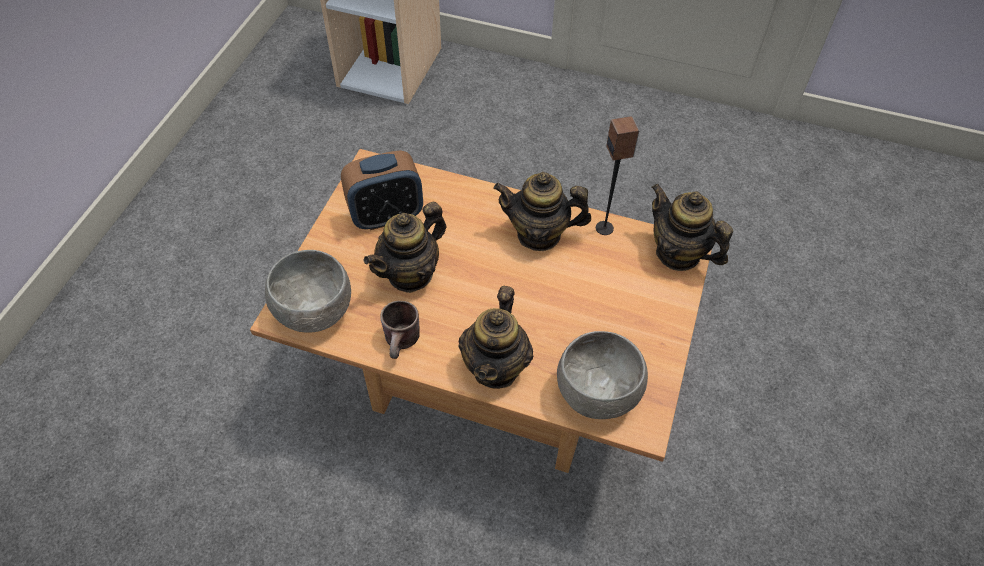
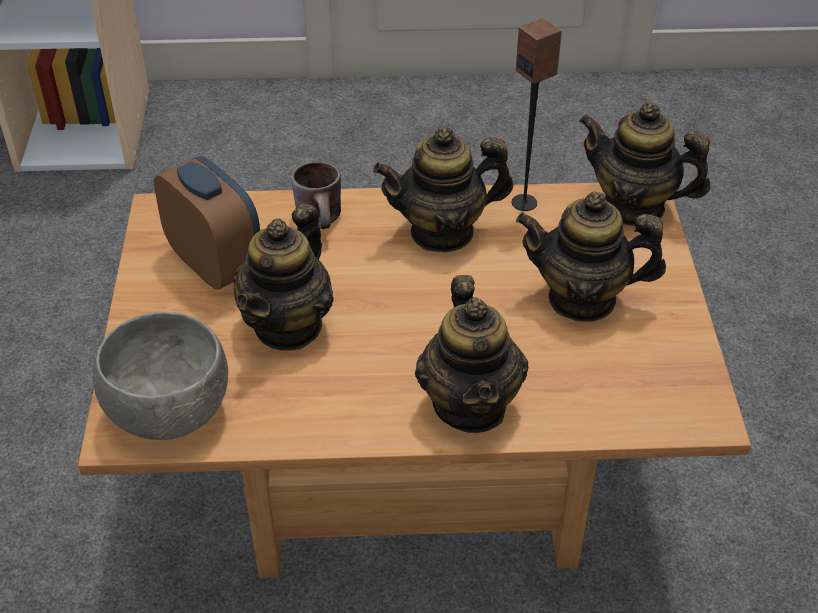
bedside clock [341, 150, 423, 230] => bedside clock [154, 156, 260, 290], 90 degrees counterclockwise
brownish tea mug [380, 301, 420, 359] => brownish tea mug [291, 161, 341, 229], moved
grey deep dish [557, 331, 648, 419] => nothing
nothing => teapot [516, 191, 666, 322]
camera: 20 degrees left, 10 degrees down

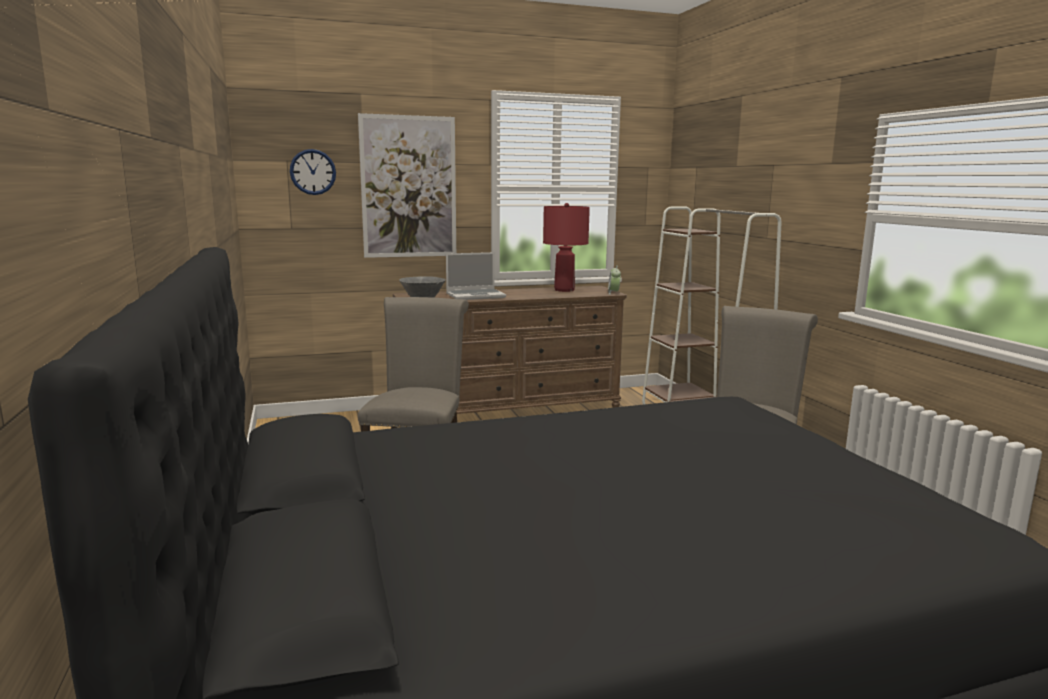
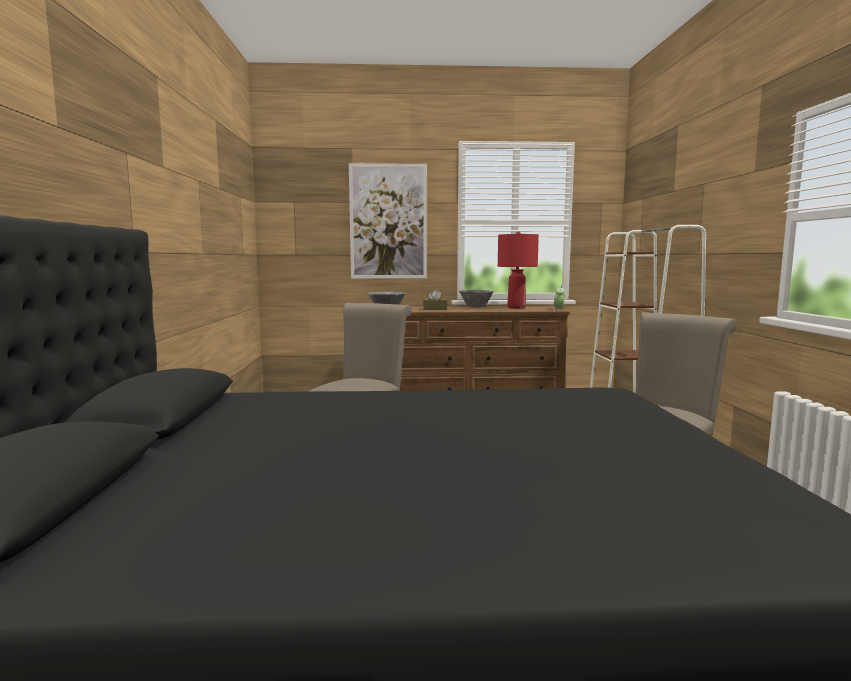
wall clock [290, 149, 336, 195] => nothing
laptop [446, 252, 506, 300] => brownish tissue holder [423, 290, 447, 310]
nothing => grey deep dish [459, 290, 494, 308]
camera: 15 degrees right, 5 degrees down

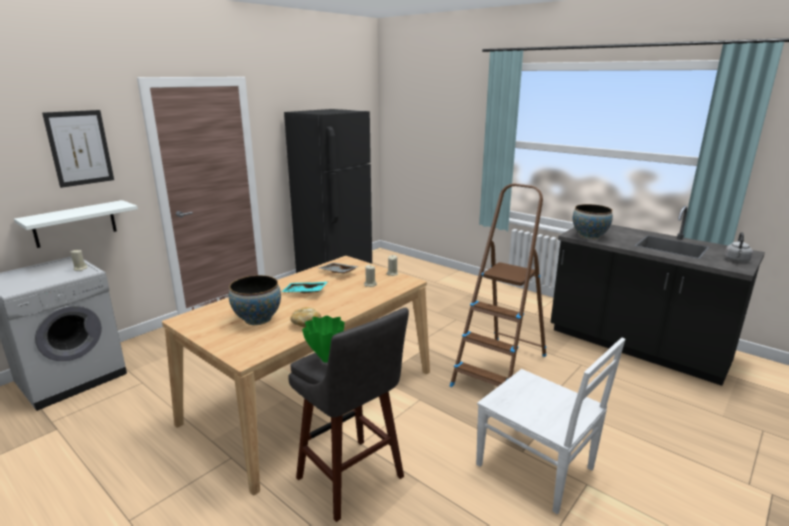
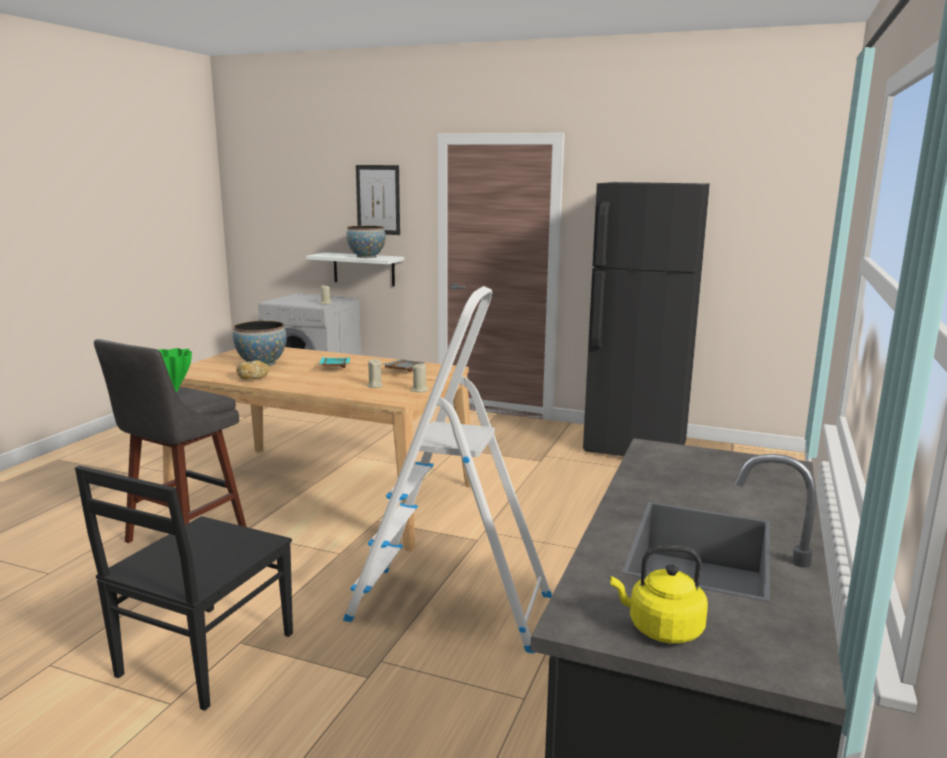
brownish stepladder [450, 184, 546, 387] => white-coloured stepladder [343, 286, 552, 653]
white-coloured upright chair [476, 338, 625, 514] => blackish upright chair [75, 466, 293, 711]
deep dish [573, 204, 613, 239] => deep dish [346, 226, 386, 258], moved
grey tea kettle [724, 232, 753, 262] => yellowish tea kettle [610, 545, 708, 644]
camera: 70 degrees right, 5 degrees down

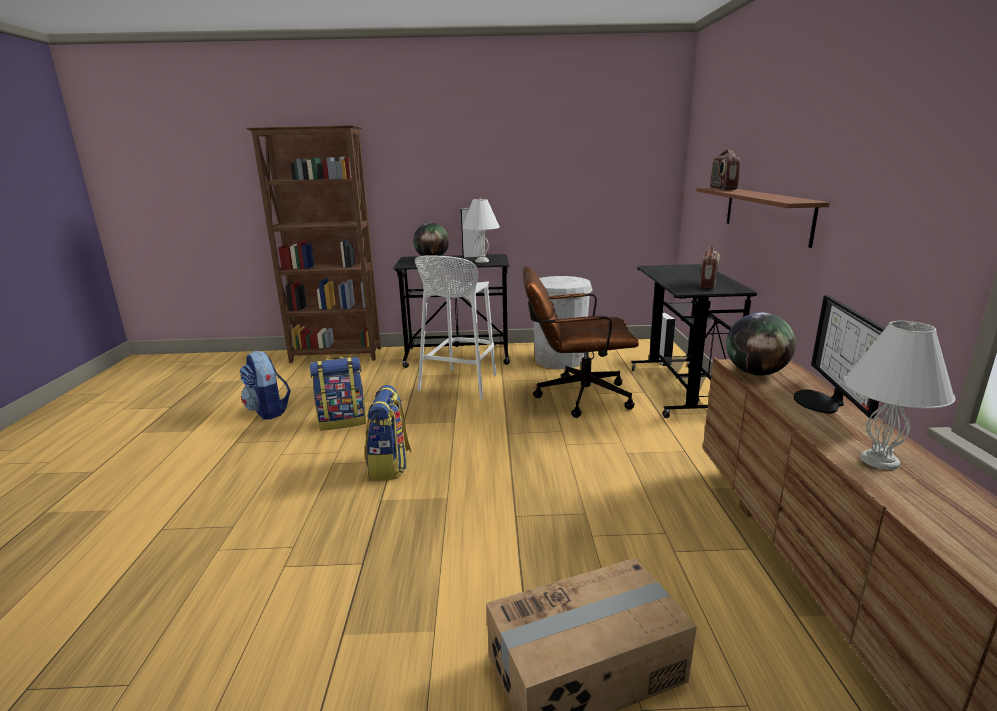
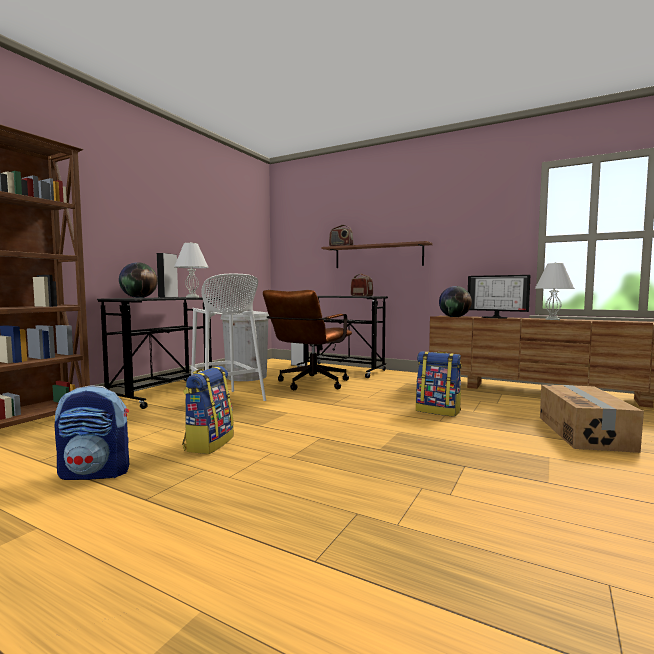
rucksack [365, 385, 411, 480] => rucksack [416, 351, 462, 417], moved
camera: 60 degrees left, 15 degrees down

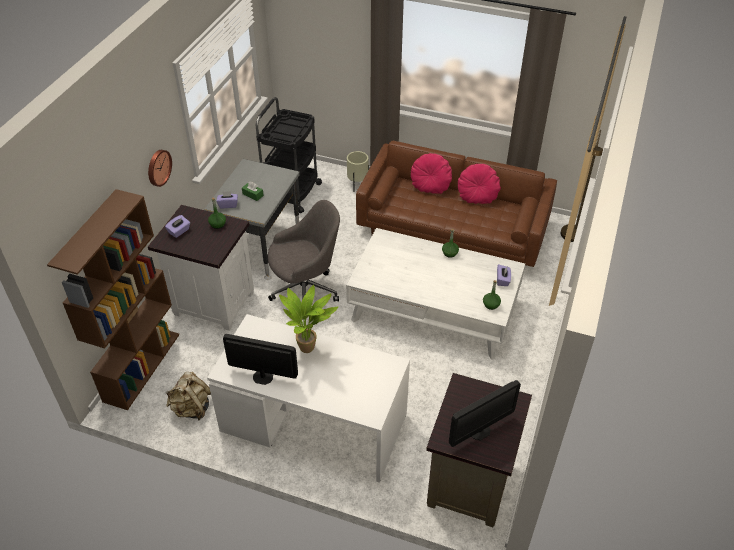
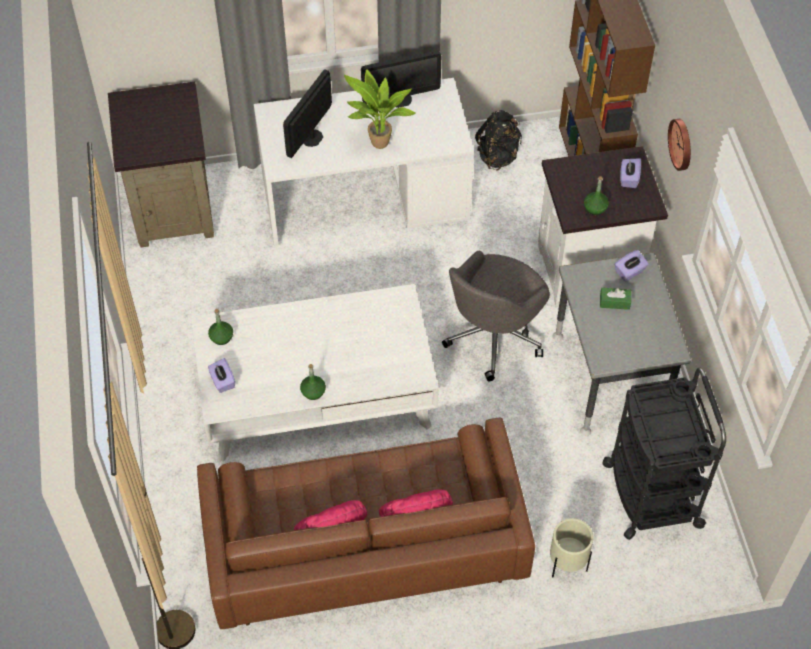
beige-coloured rucksack [166, 372, 211, 420] => blackish rucksack [475, 110, 522, 171]
computer screen [449, 380, 521, 447] => computer screen [283, 69, 332, 158], moved
camera: 150 degrees right, 10 degrees up

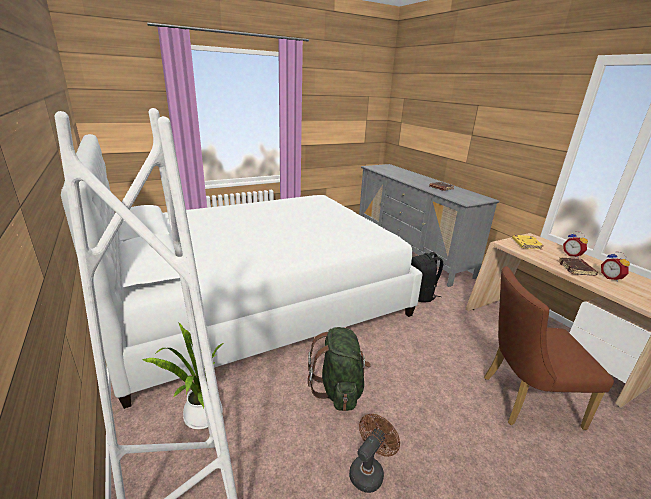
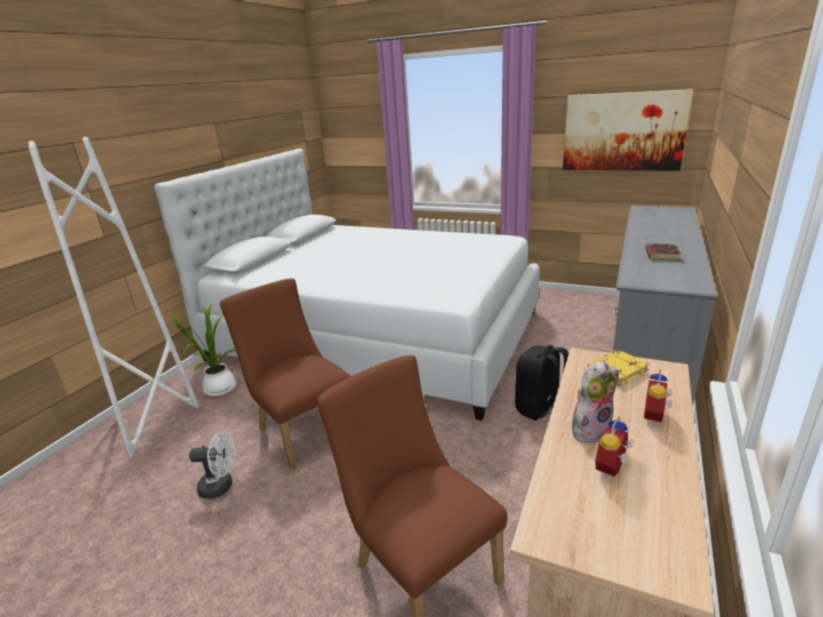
greenish rucksack [308, 327, 371, 411] => brownish upright chair [220, 278, 351, 470]
brownish fan [349, 414, 400, 493] => white-coloured fan [189, 431, 235, 499]
brownish volume [558, 257, 598, 276] => plush toy [572, 360, 619, 443]
nothing => picture [563, 89, 693, 171]
camera: 55 degrees right, 0 degrees up

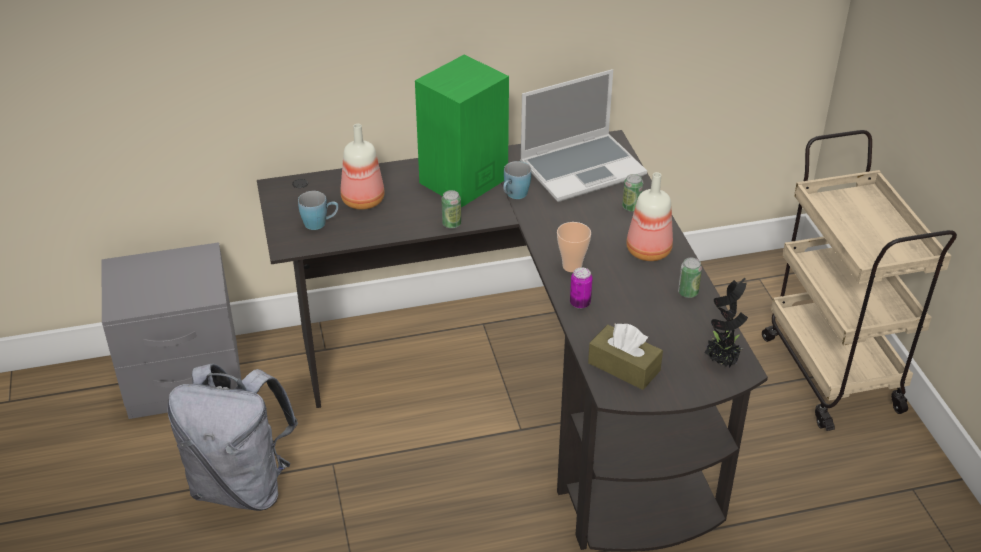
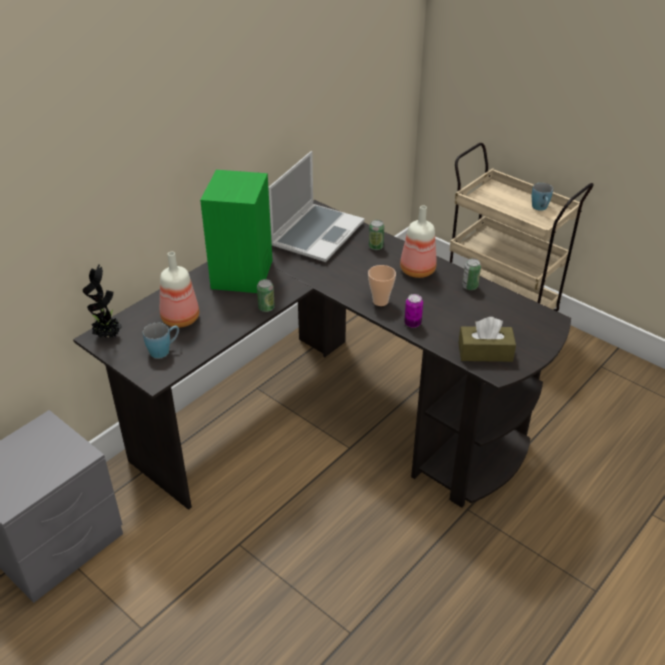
grey rucksack [167, 363, 298, 511] => nothing
bluish tea mug [503, 161, 531, 199] => bluish tea mug [532, 183, 553, 211], moved
houseplant [704, 278, 748, 368] => houseplant [83, 264, 120, 338], moved
camera: 35 degrees left, 0 degrees up

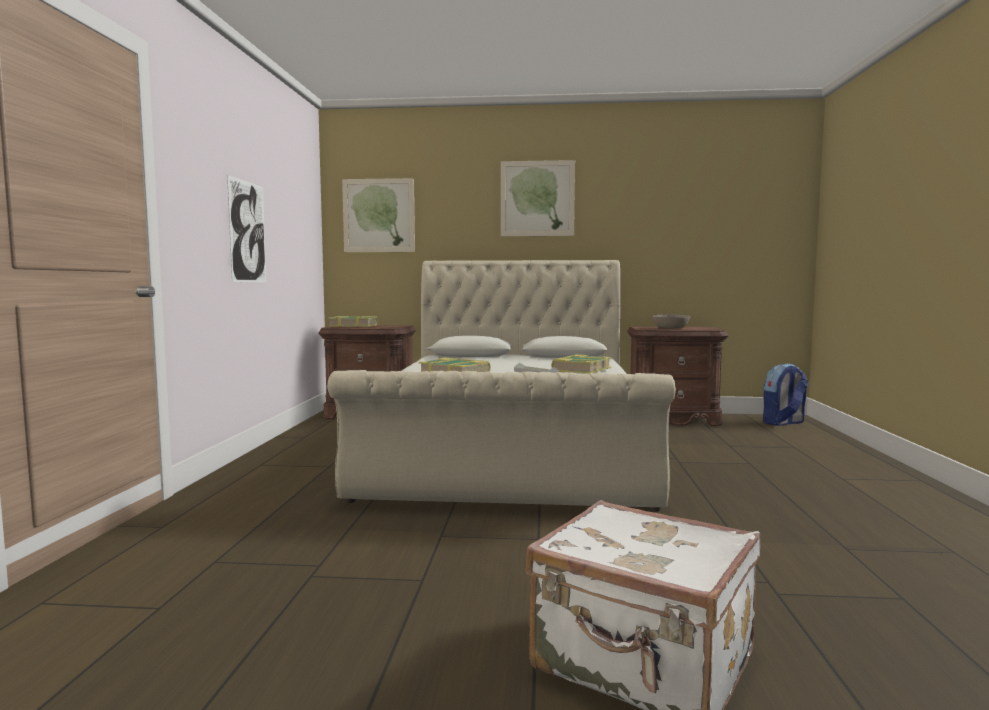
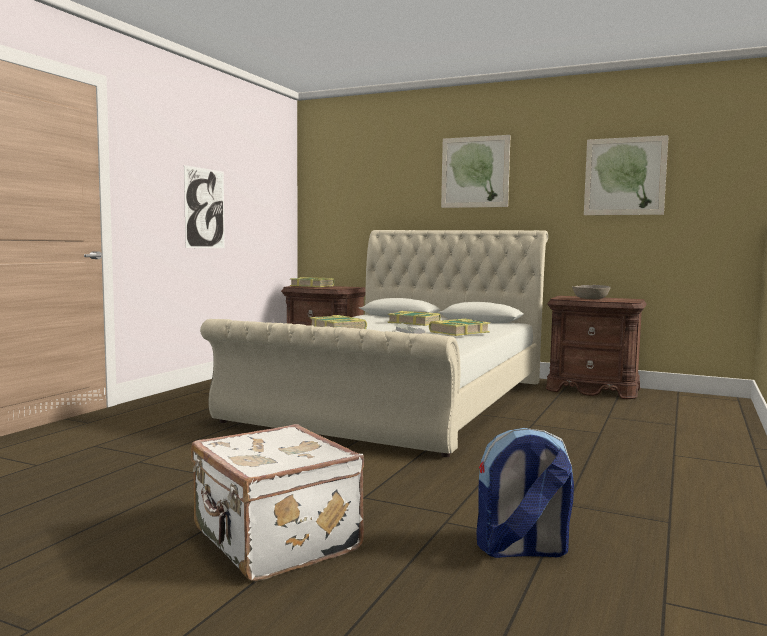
picture [342, 178, 415, 252] => picture [584, 135, 669, 215], moved
rucksack [763, 364, 808, 426] => rucksack [476, 428, 574, 558], moved
nothing => volume [388, 311, 441, 326]
camera: 20 degrees right, 0 degrees up

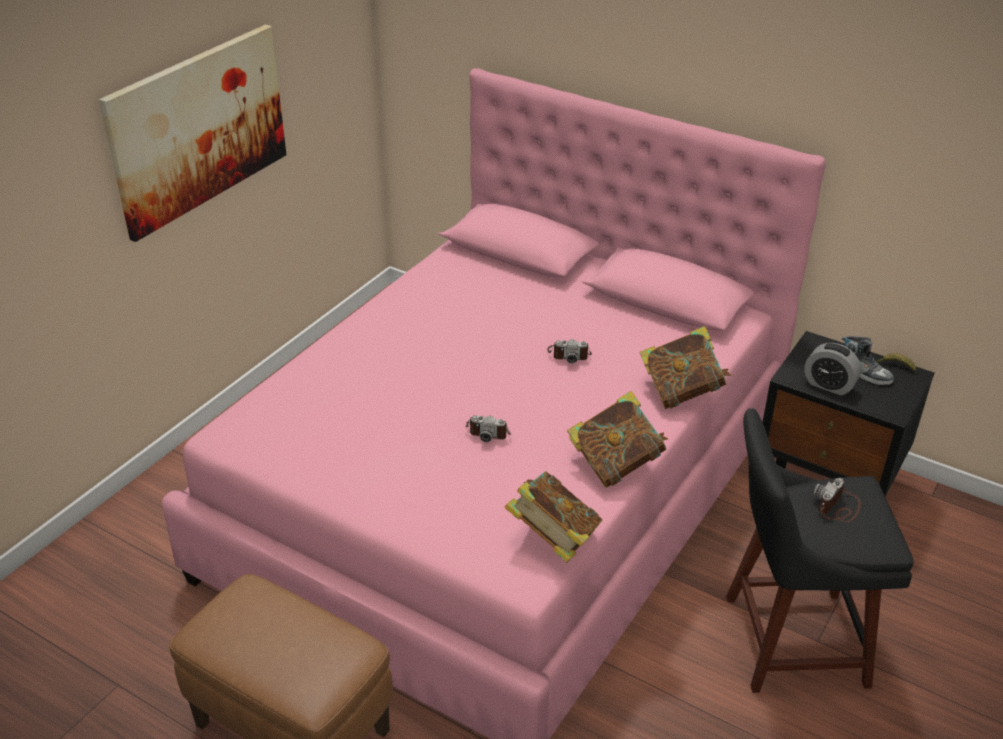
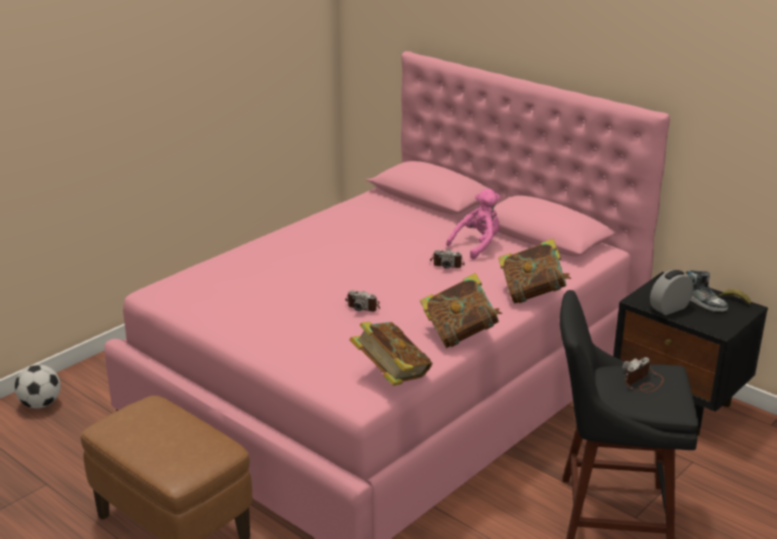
picture [99, 24, 286, 242] => nothing
bedside clock [804, 343, 861, 395] => bedside clock [650, 270, 694, 315], 105 degrees clockwise
nothing => football ball [15, 365, 61, 408]
nothing => pink plush toy [446, 188, 500, 259]
camera: 10 degrees right, 10 degrees down

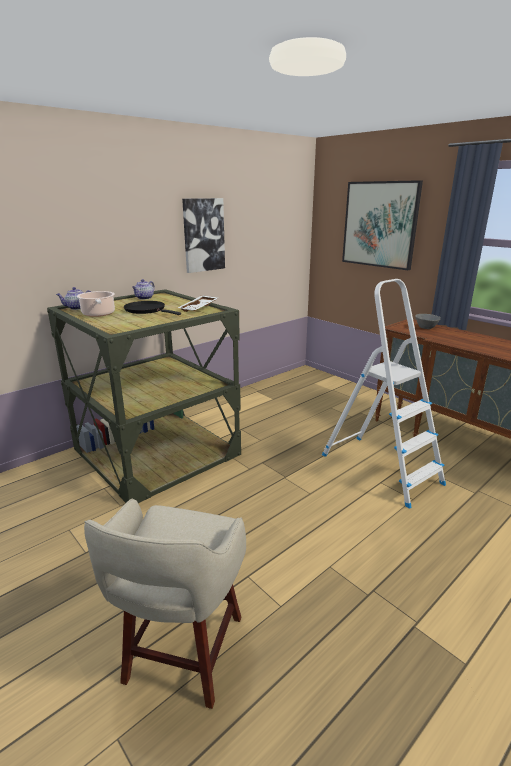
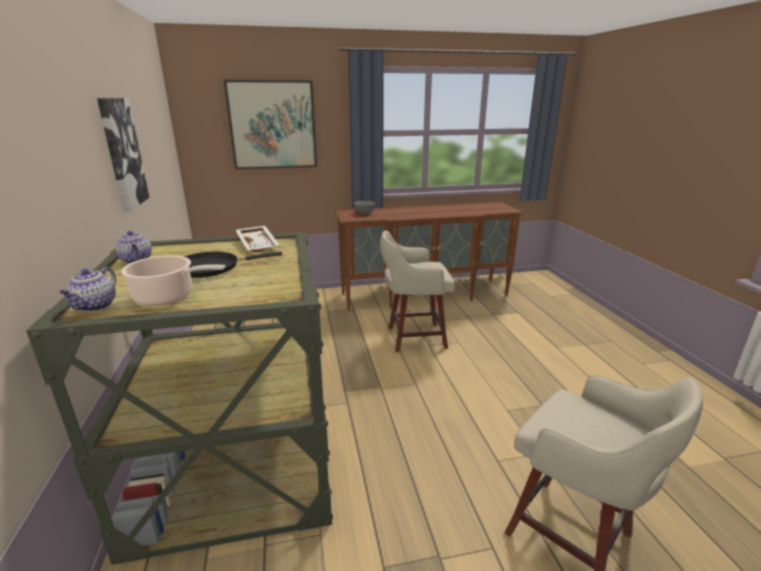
white-coloured stepladder [322, 279, 446, 509] => beige-coloured stool [380, 230, 455, 352]
camera: 60 degrees left, 0 degrees up

